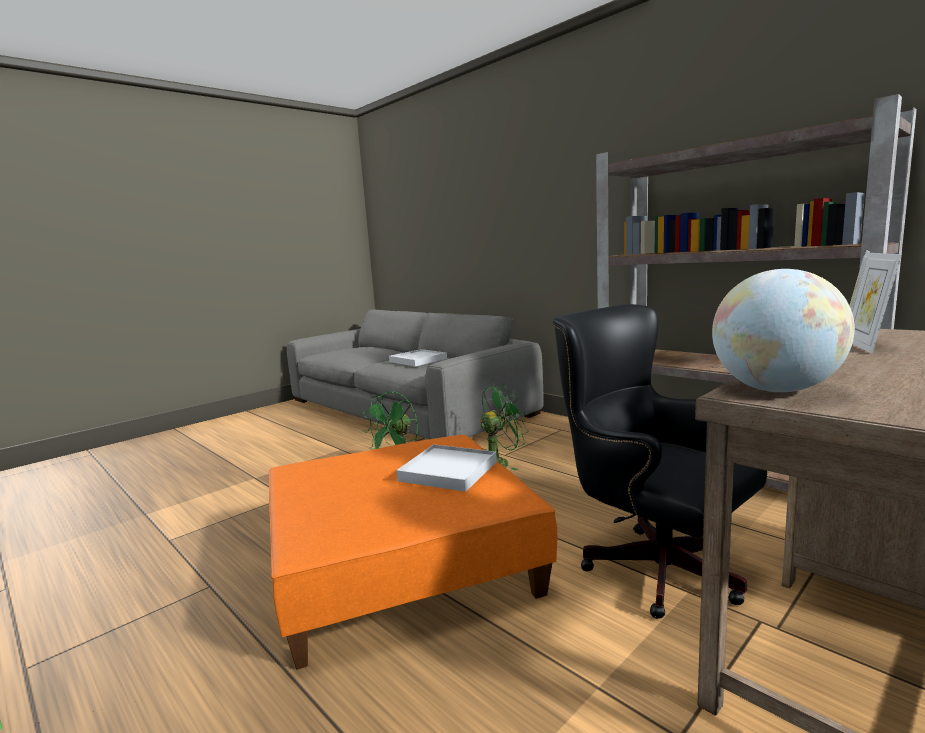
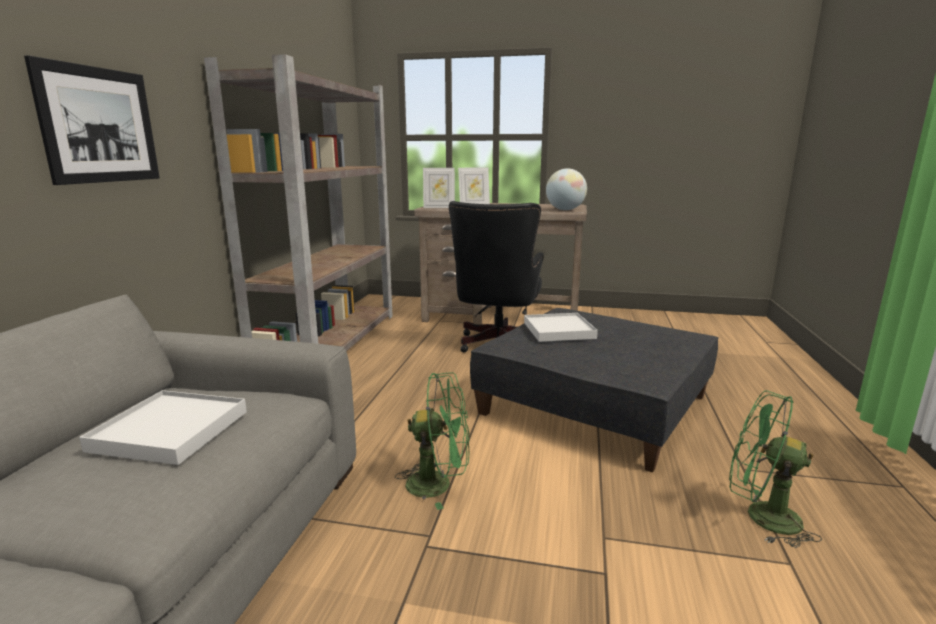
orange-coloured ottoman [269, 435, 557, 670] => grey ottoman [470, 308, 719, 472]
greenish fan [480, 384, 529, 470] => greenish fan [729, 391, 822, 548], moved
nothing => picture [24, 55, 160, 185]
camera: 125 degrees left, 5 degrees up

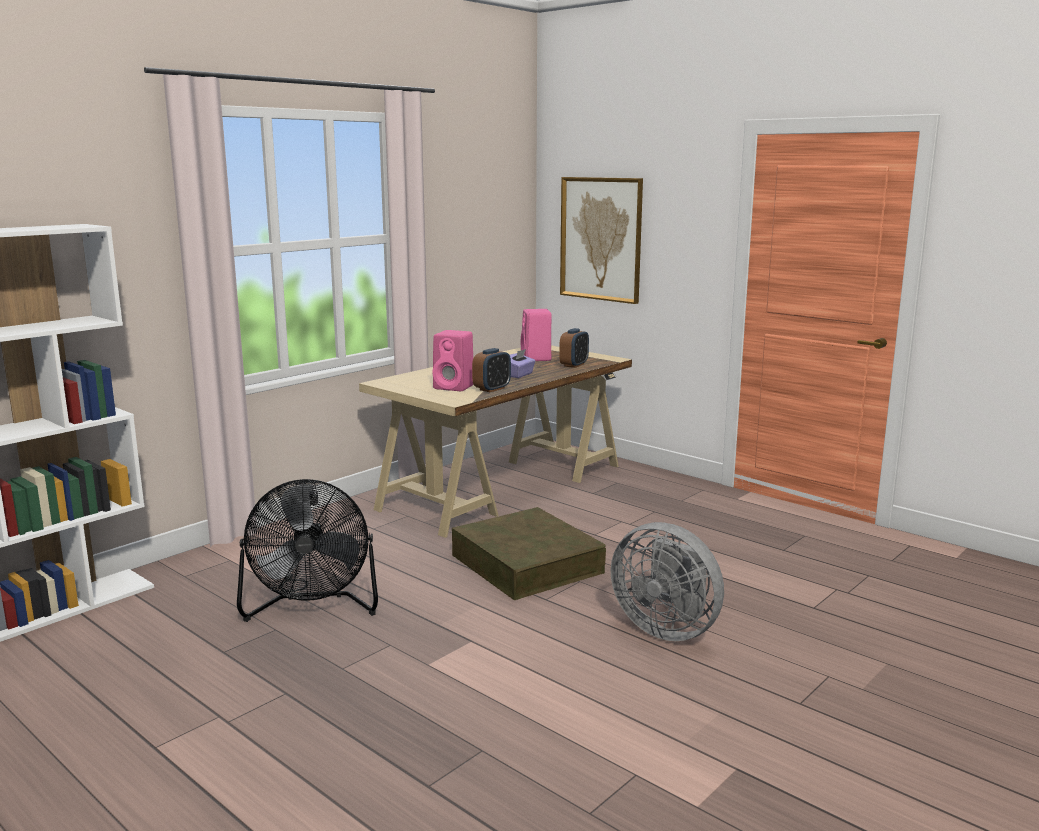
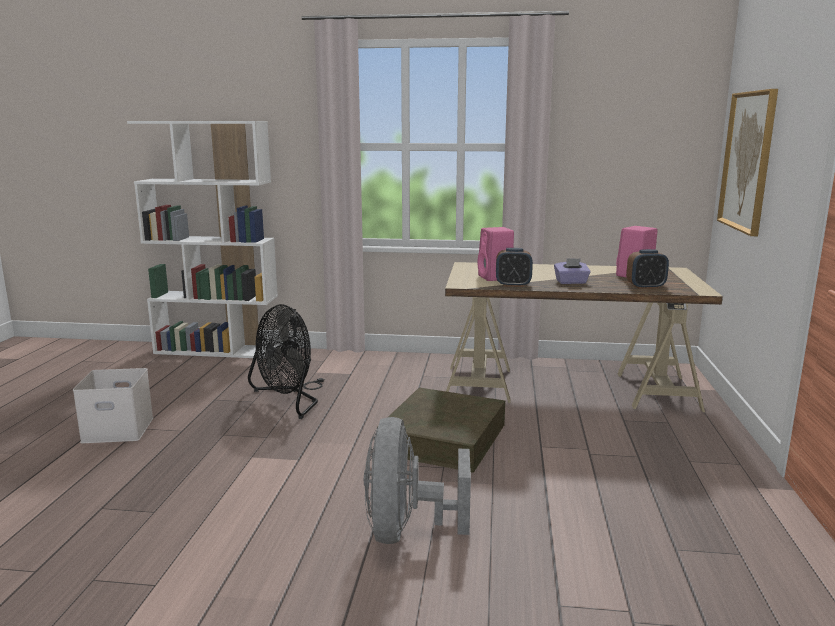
nothing => white-coloured storage container [73, 368, 153, 443]
camera: 55 degrees right, 0 degrees up

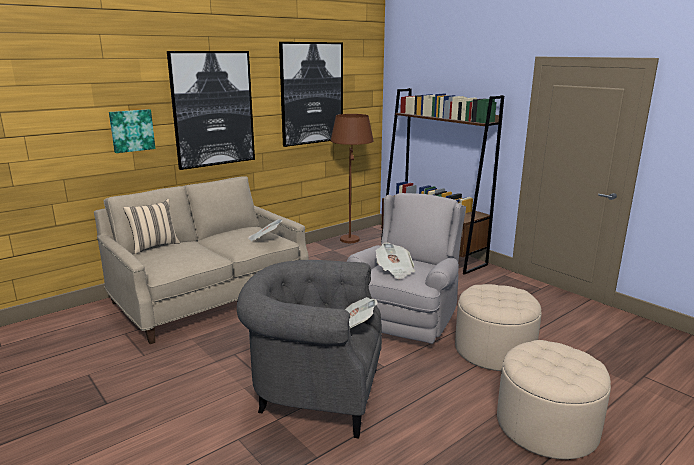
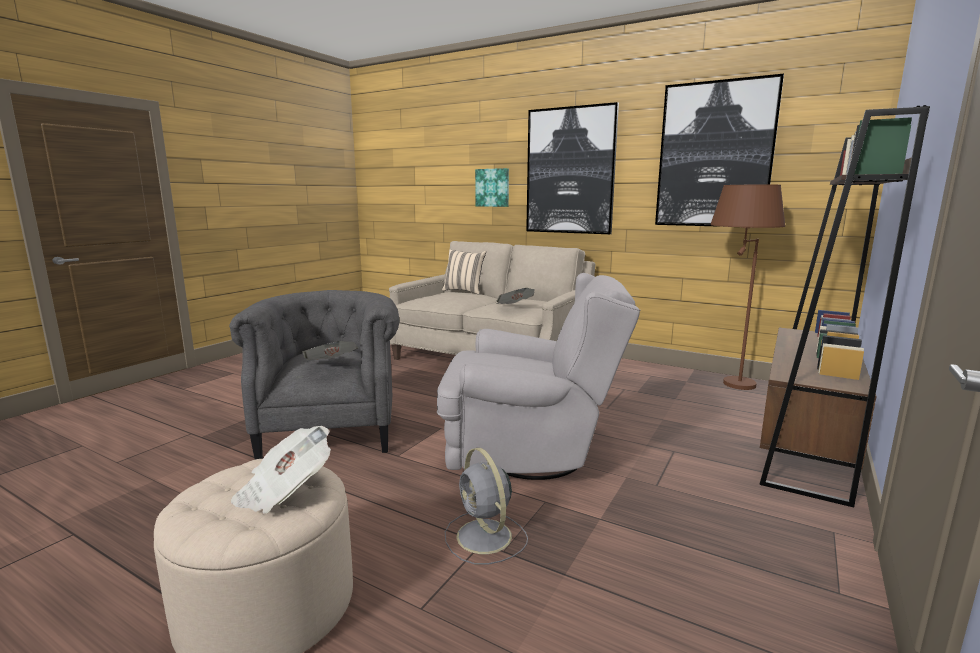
daily paper [376, 243, 415, 280] => daily paper [231, 426, 331, 514], moved
beige-coloured ottoman [455, 284, 542, 371] => grey fan [445, 448, 528, 565]
camera: 70 degrees right, 5 degrees down

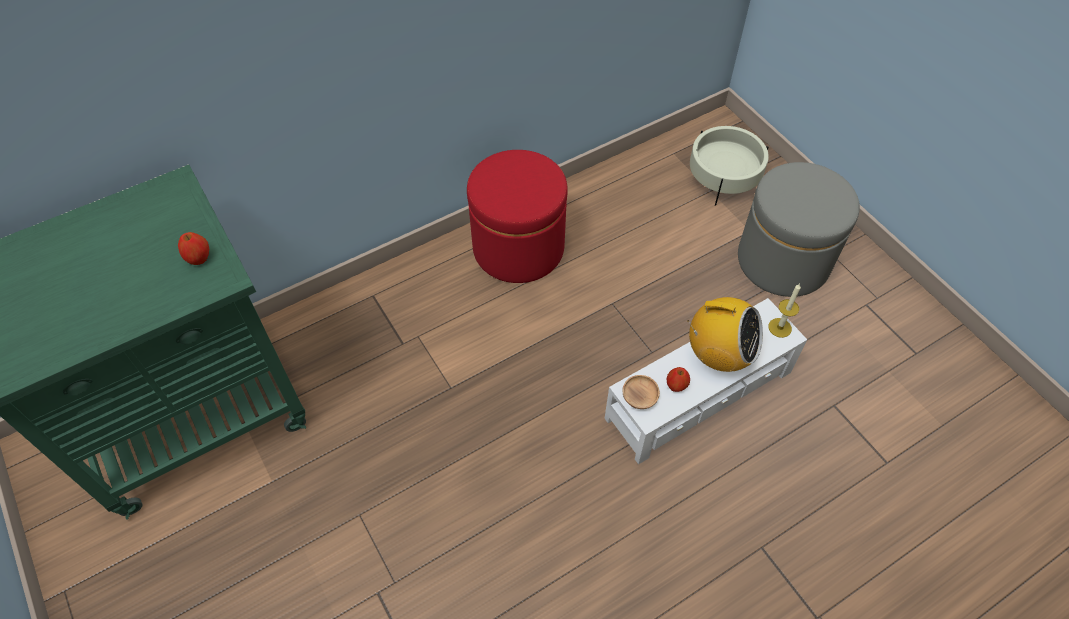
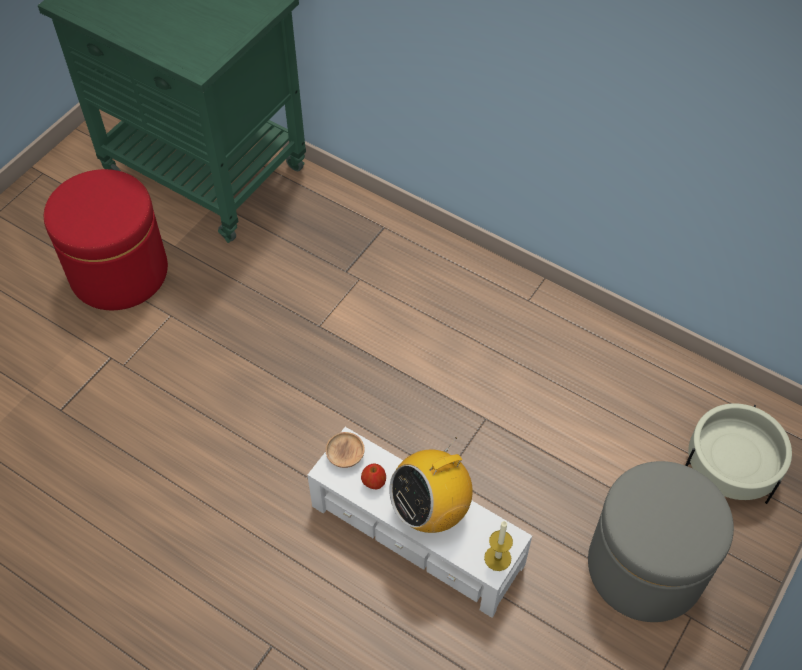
apple fruit [178, 232, 209, 265] => nothing
reddish ottoman [467, 150, 568, 283] => reddish ottoman [44, 169, 168, 310], moved
radio [687, 297, 763, 372] => radio [389, 437, 473, 533], 60 degrees clockwise
camera: 65 degrees right, 0 degrees up

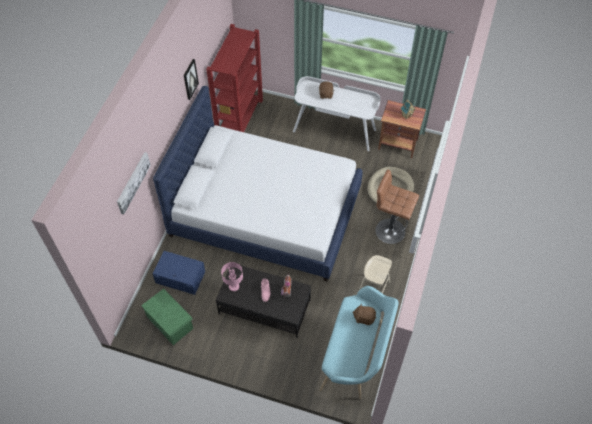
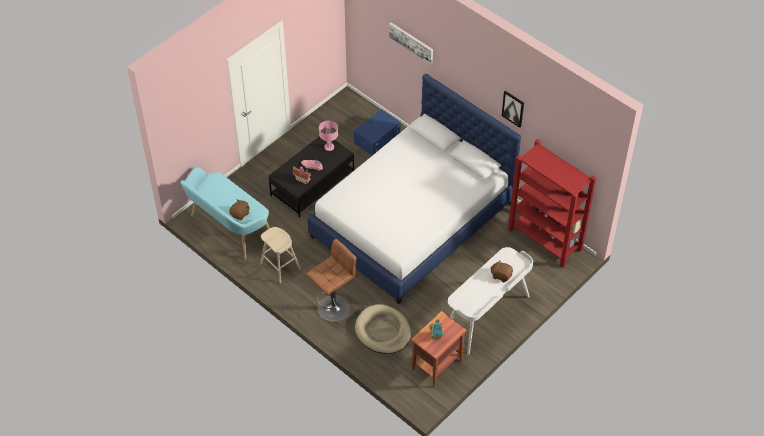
greenish storage container [141, 289, 193, 345] => nothing
camera: 115 degrees right, 5 degrees down

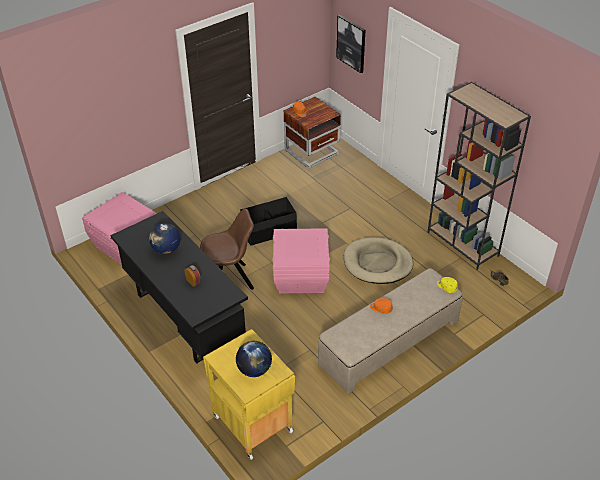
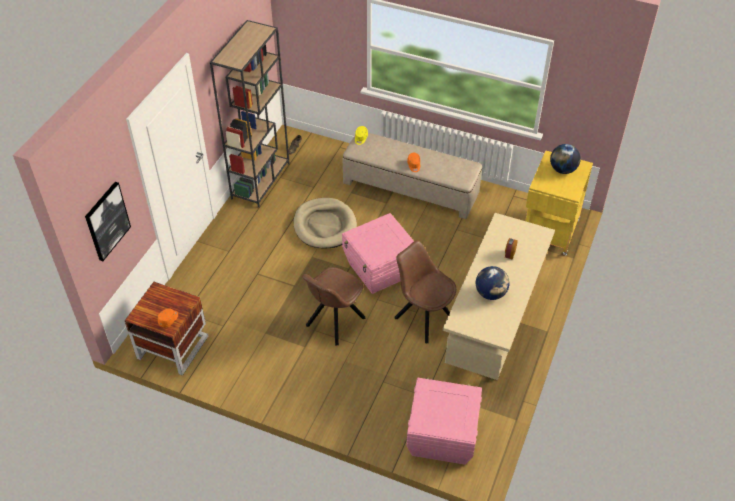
blackish desk unit [110, 211, 248, 363] => beige-coloured desk unit [443, 213, 555, 380]
blackish storage container [240, 197, 297, 246] => brownish upright chair [302, 267, 366, 345]
camera: 120 degrees left, 5 degrees up

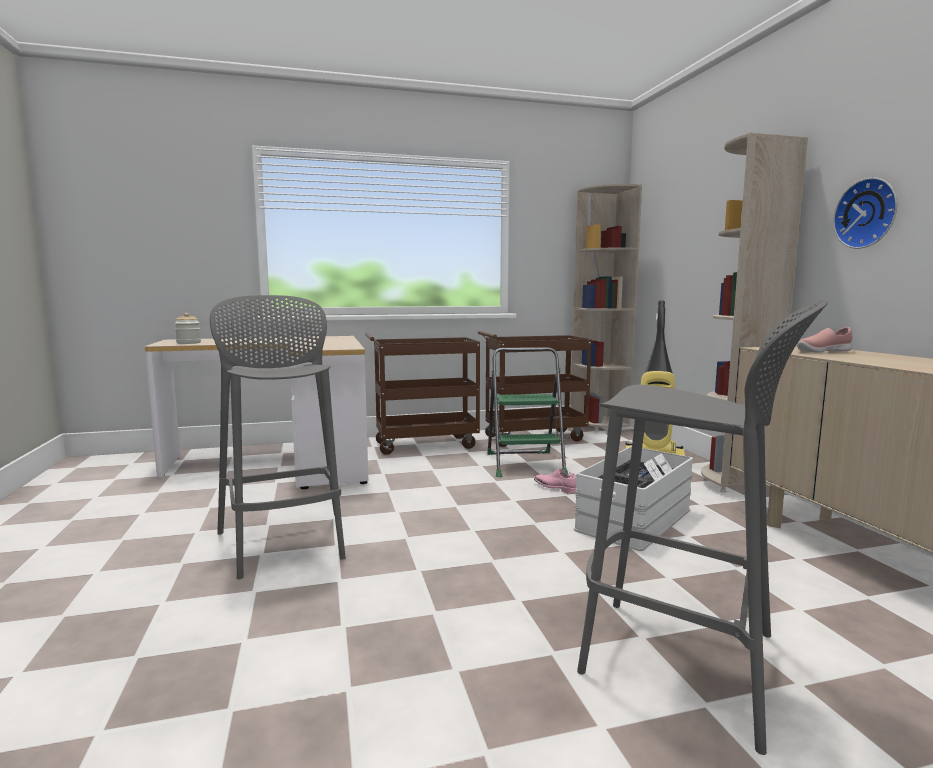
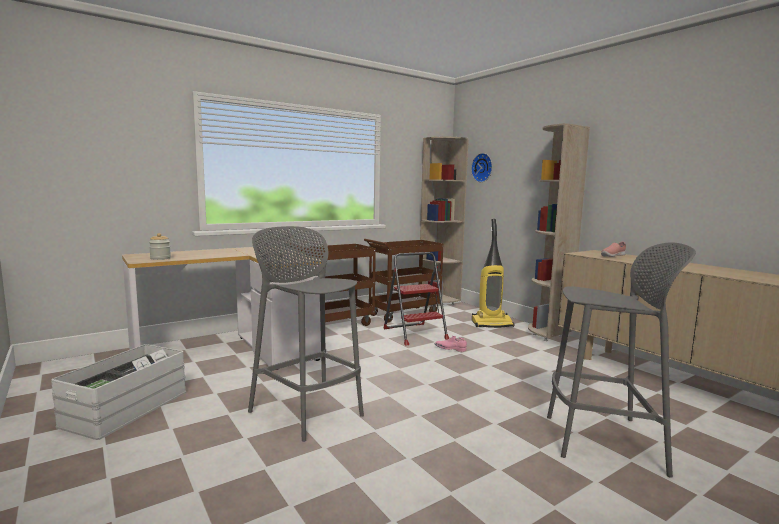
greenish stepladder [487, 347, 569, 477] => reddish stepladder [384, 252, 449, 345]
white-coloured storage container [574, 446, 693, 551] => white-coloured storage container [51, 344, 186, 440], moved
wall clock [833, 177, 897, 249] => wall clock [471, 153, 492, 182], moved
camera: 20 degrees left, 0 degrees up

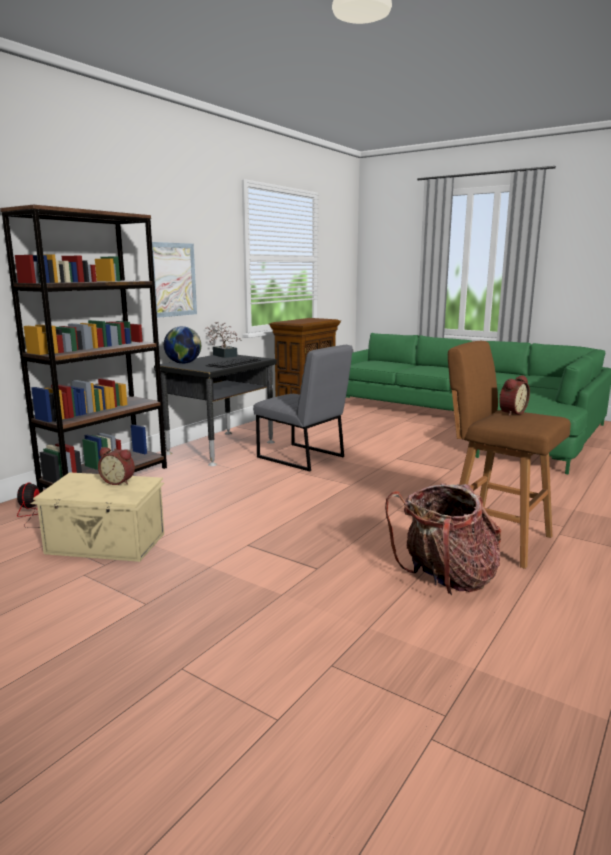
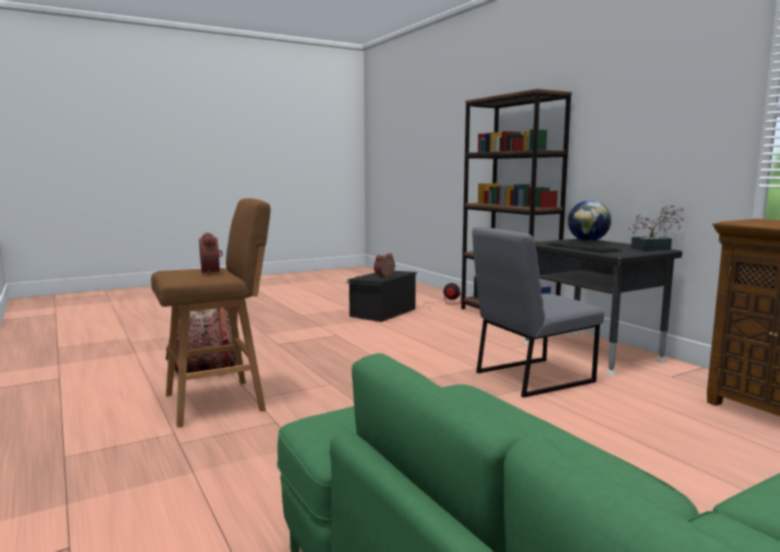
beige-coloured storage container [31, 472, 164, 562] => blackish storage container [346, 271, 417, 322]
picture [152, 242, 197, 318] => nothing
camera: 115 degrees right, 5 degrees down

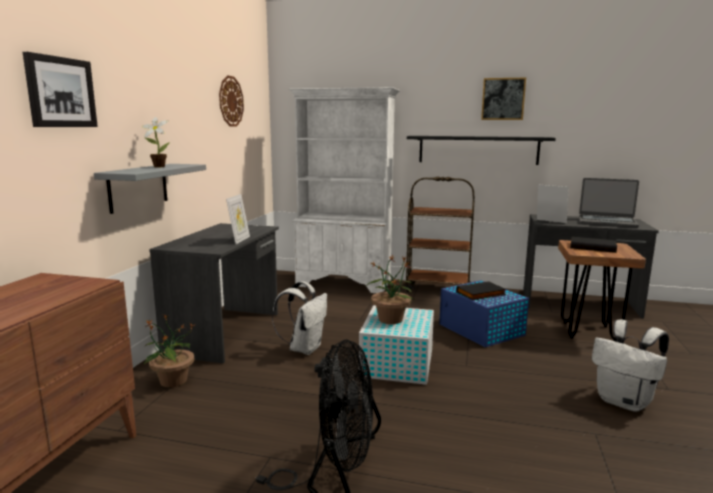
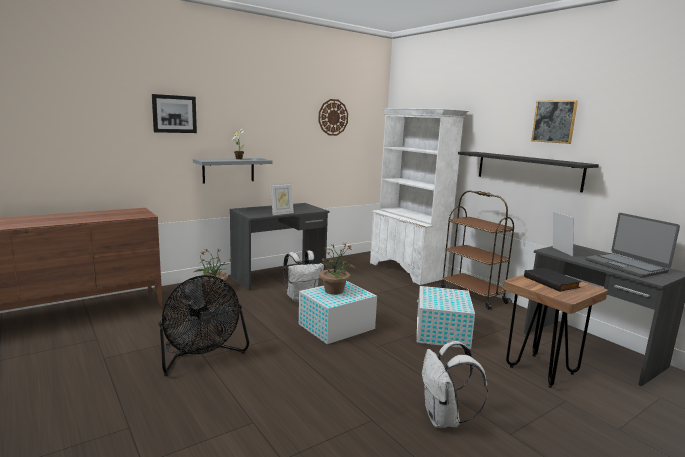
bluish storage container [439, 280, 529, 347] => white-coloured storage container [417, 286, 475, 349]
blackish volume [456, 281, 506, 300] => nothing
camera: 40 degrees right, 0 degrees up

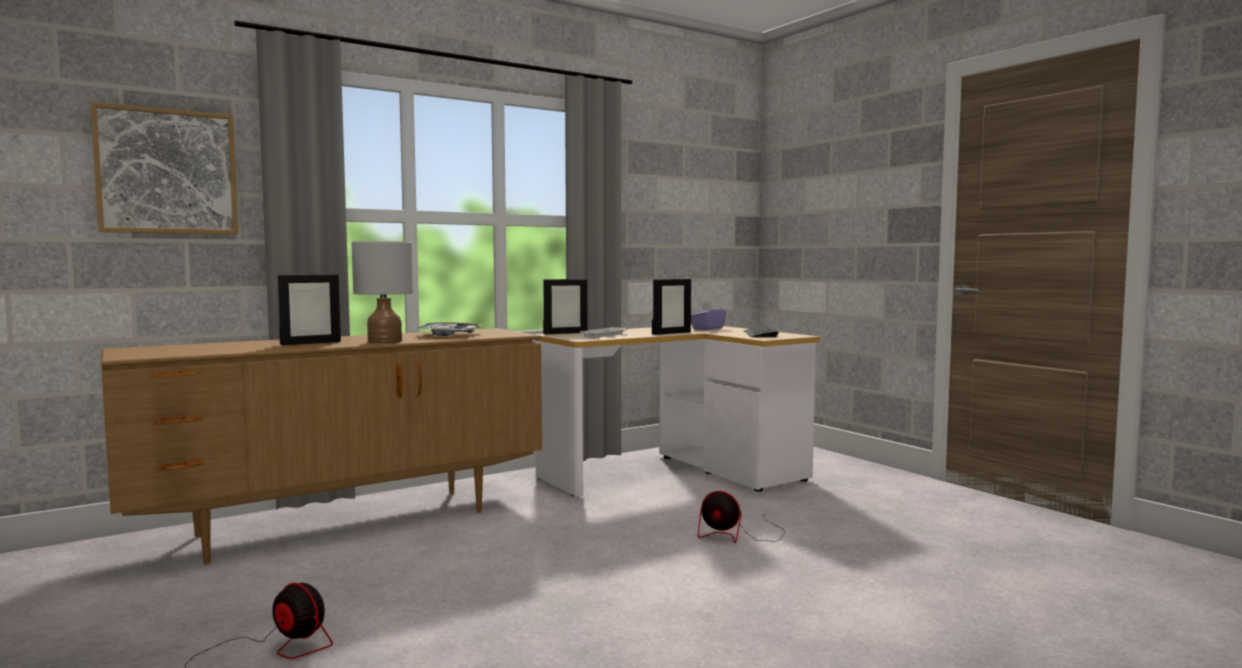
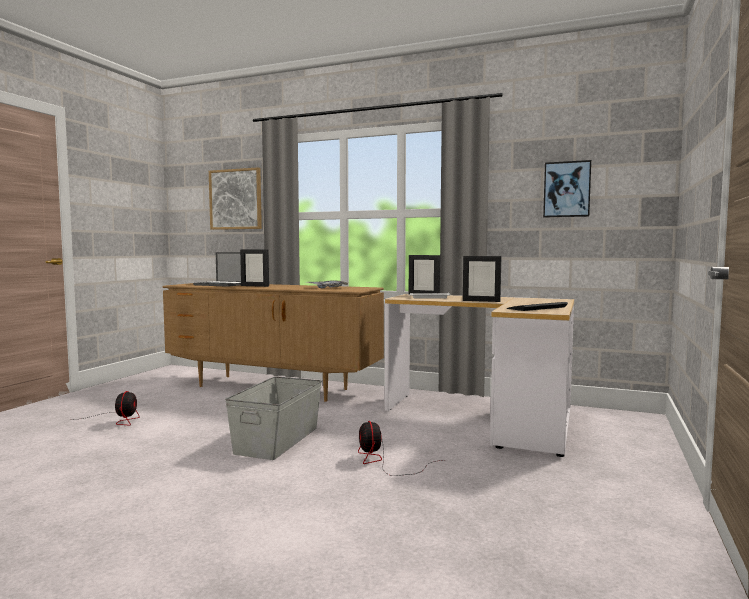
grey lamp for a table [352, 241, 413, 343] => nothing
purple-coloured tissue holder [691, 302, 726, 330] => nothing
nothing => laptop [193, 252, 241, 287]
nothing => grey storage container [225, 376, 322, 460]
nothing => picture [543, 160, 591, 217]
camera: 55 degrees right, 0 degrees up

